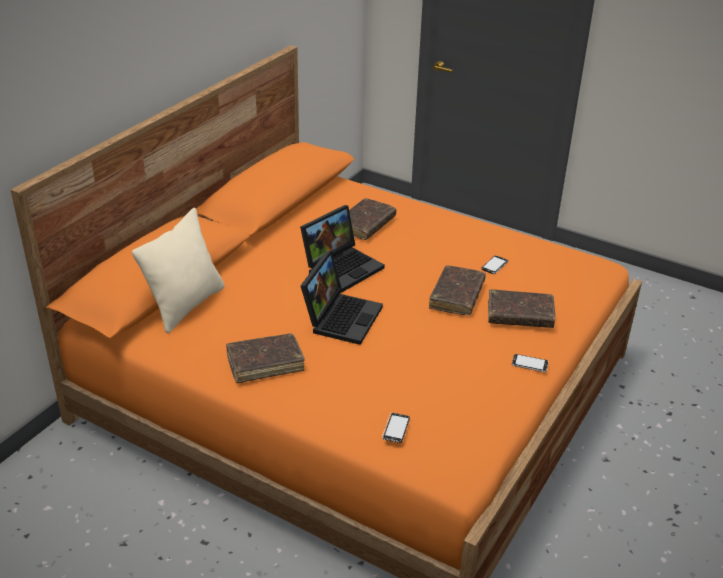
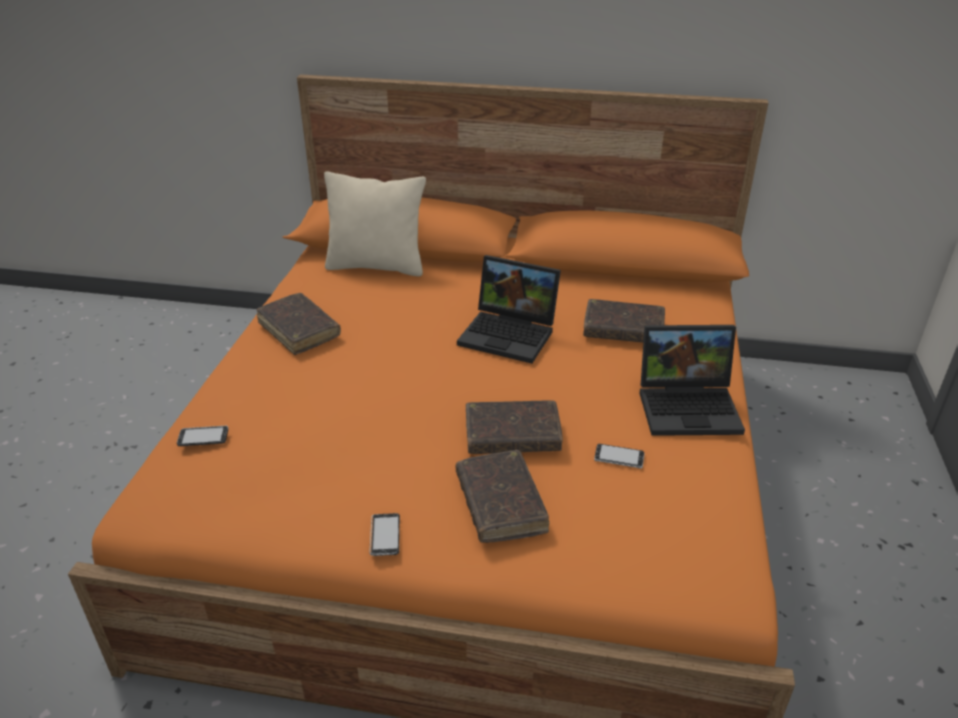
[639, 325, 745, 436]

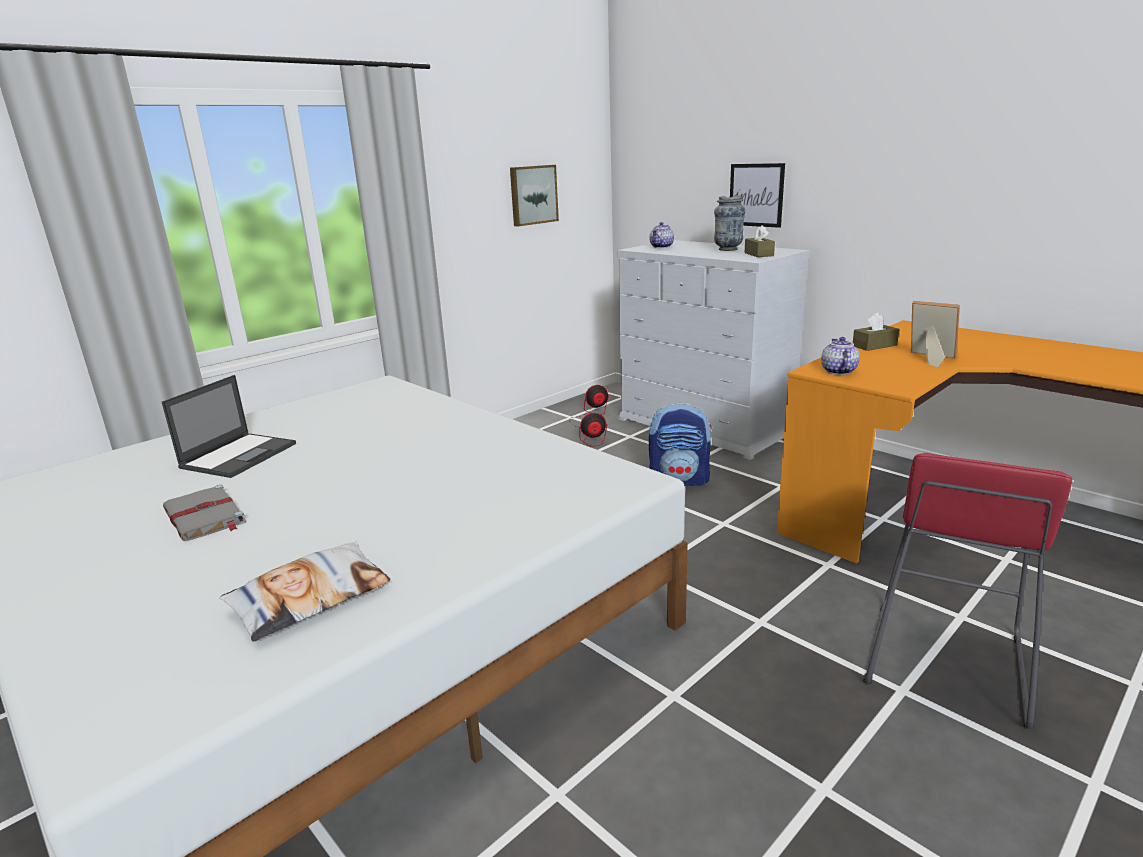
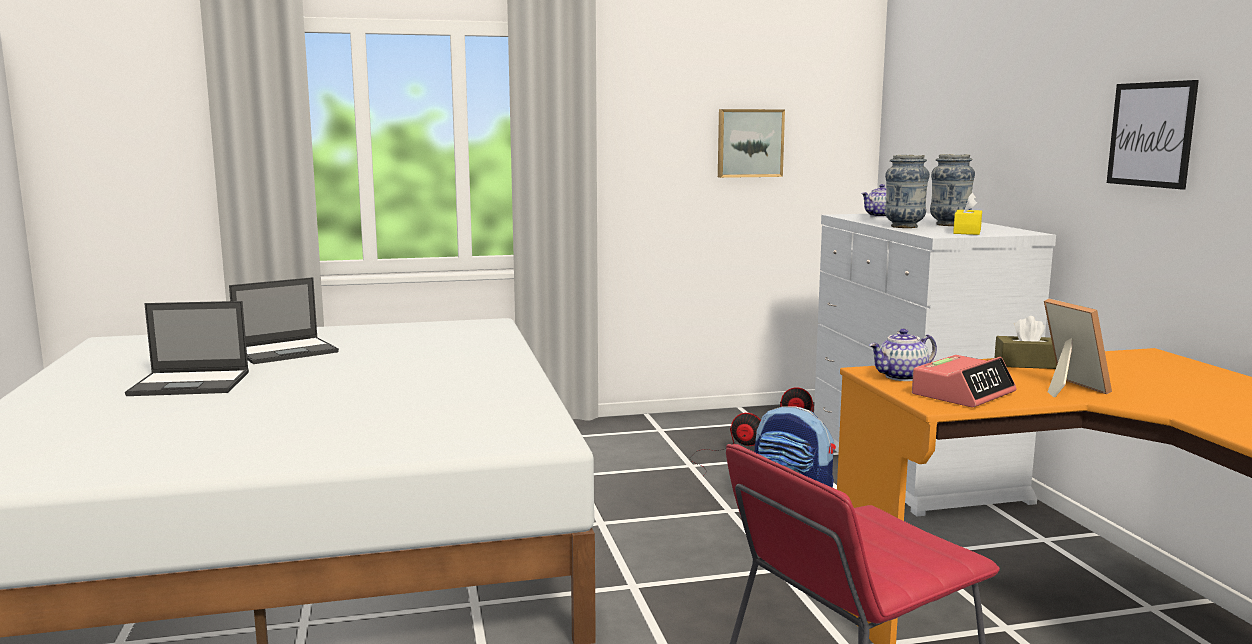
[125, 301, 249, 396]
[869, 329, 937, 381]
[885, 155, 930, 228]
[912, 355, 1016, 407]
[953, 193, 982, 235]
[1107, 80, 1199, 190]
[219, 542, 390, 642] (first image)

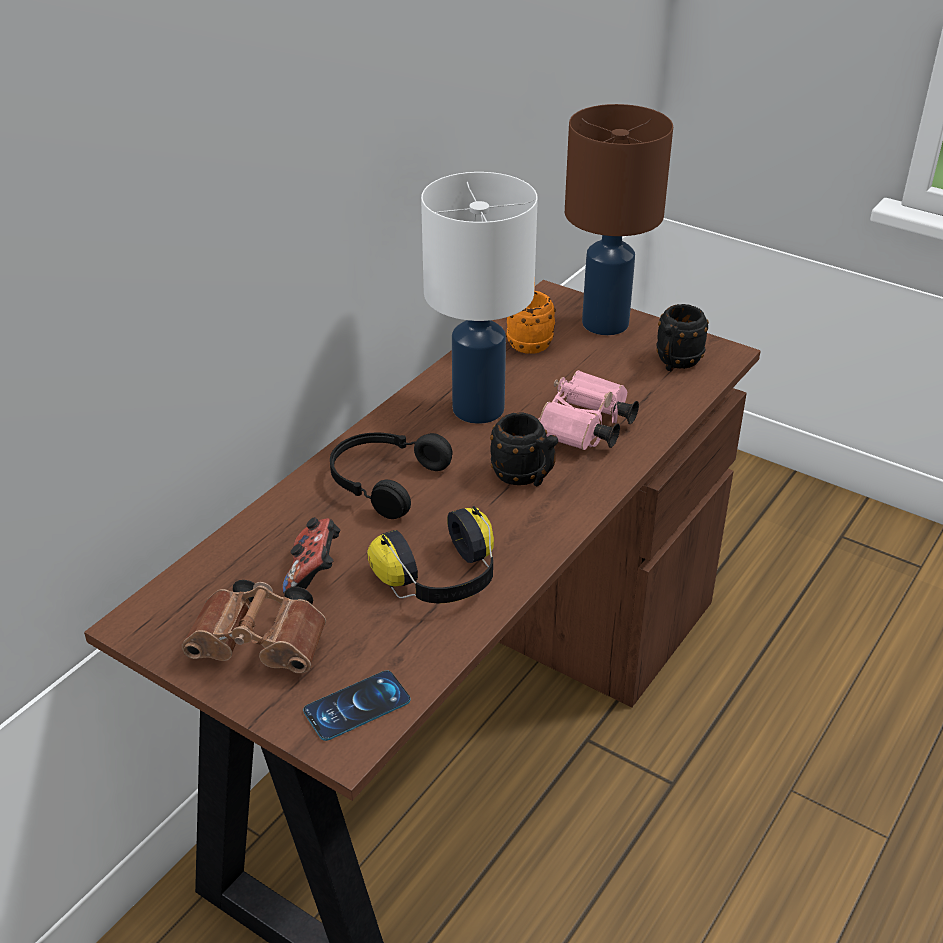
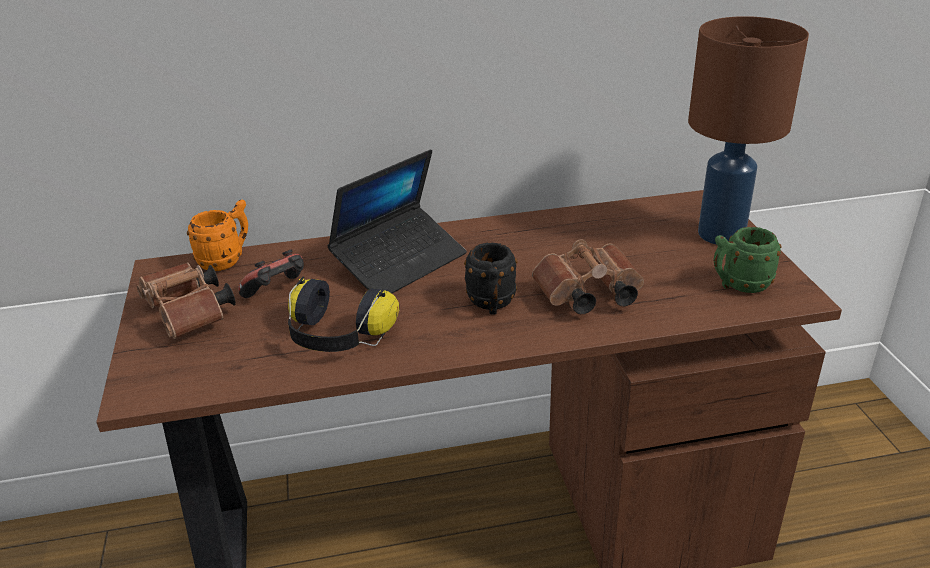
[187, 200, 248, 271]
[327, 149, 467, 293]
[532, 239, 644, 314]
[713, 227, 782, 293]
[303, 671, 411, 741] (first image)
[421, 172, 538, 424] (first image)

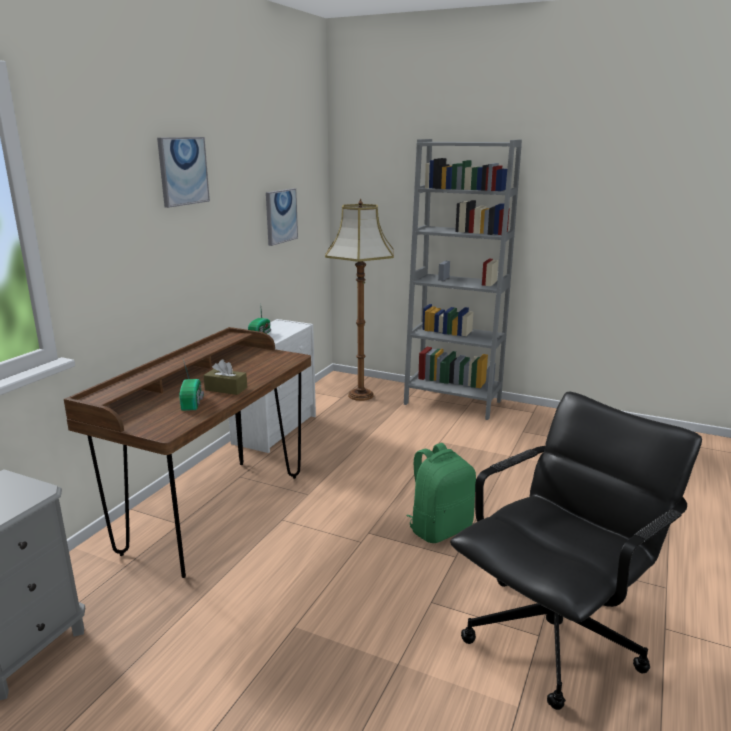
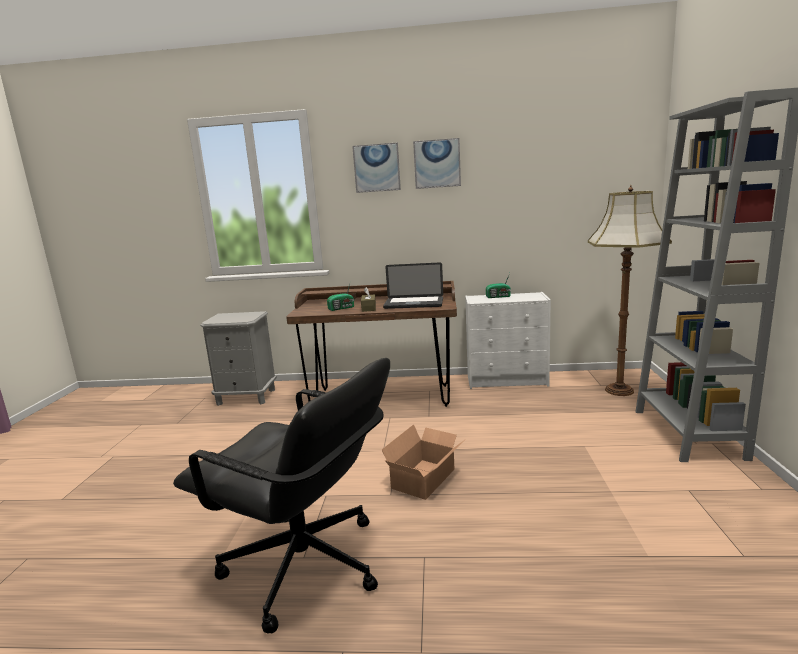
[352, 142, 401, 193]
[382, 424, 463, 500]
[383, 263, 443, 309]

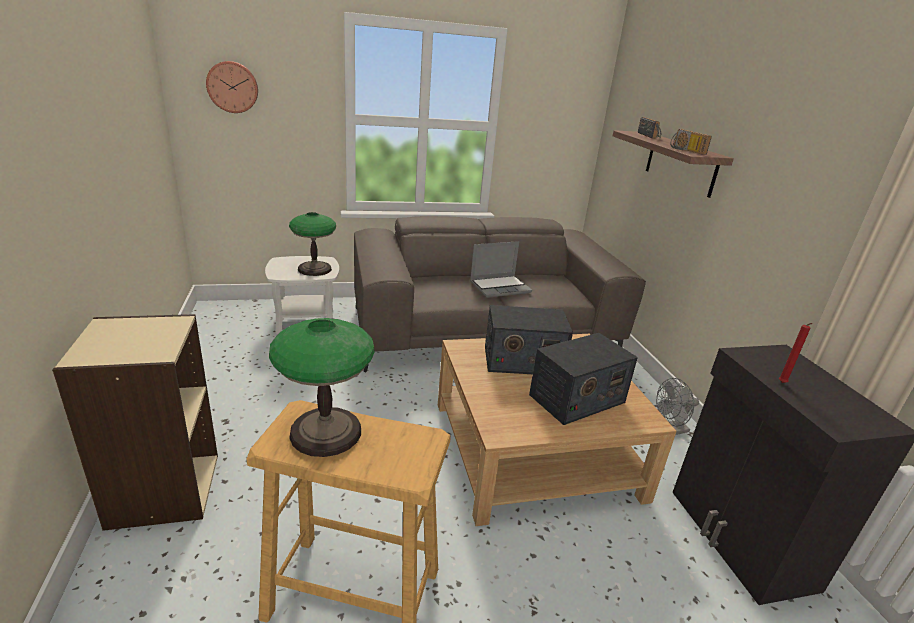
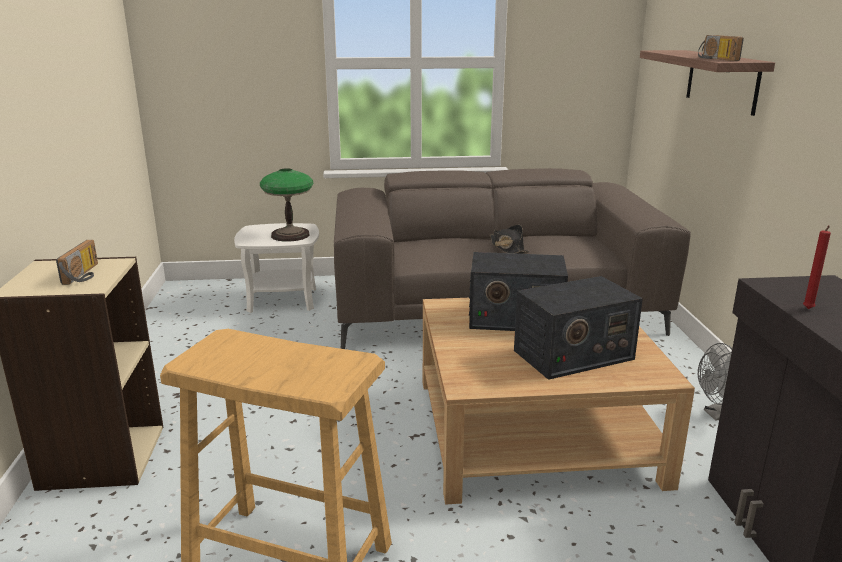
[56, 240, 98, 285]
[490, 225, 530, 254]
[206, 61, 258, 113] (first image)
[269, 318, 375, 457] (first image)

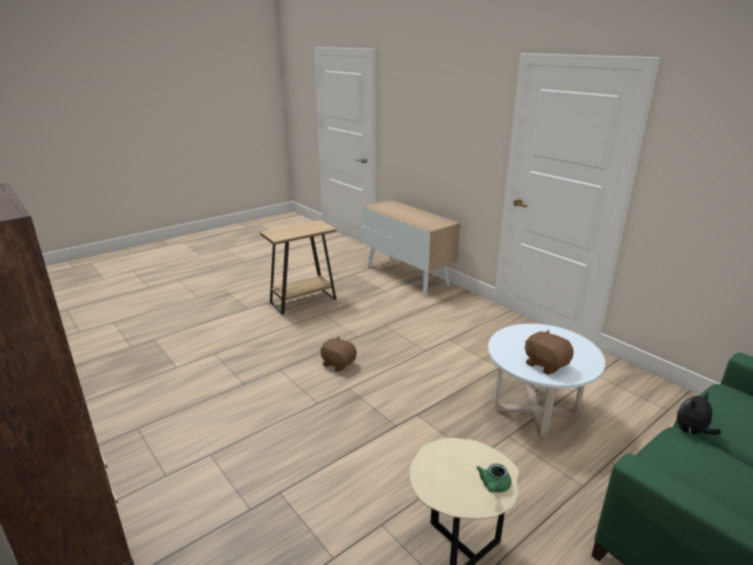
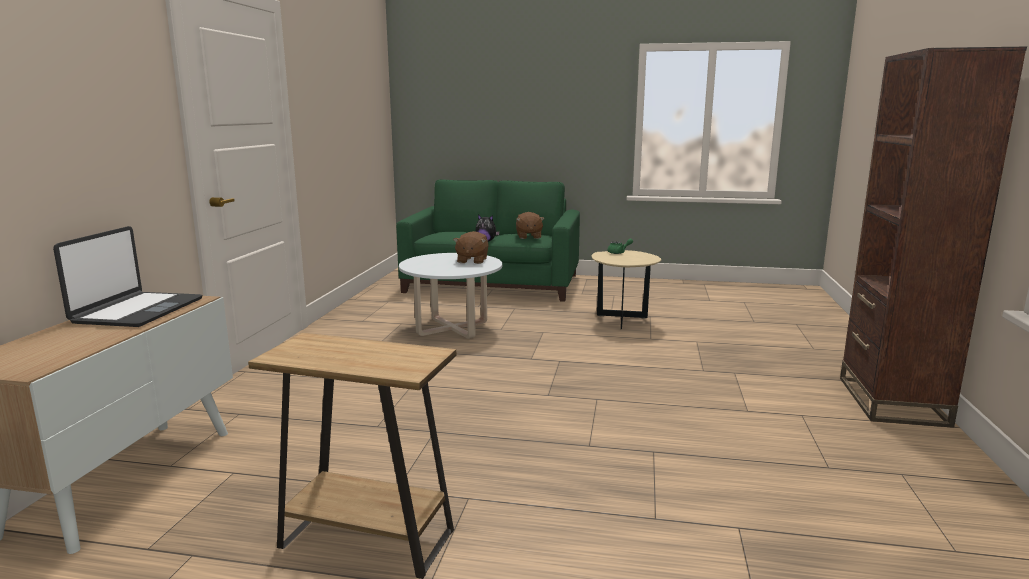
[53, 226, 202, 327]
[516, 212, 545, 239]

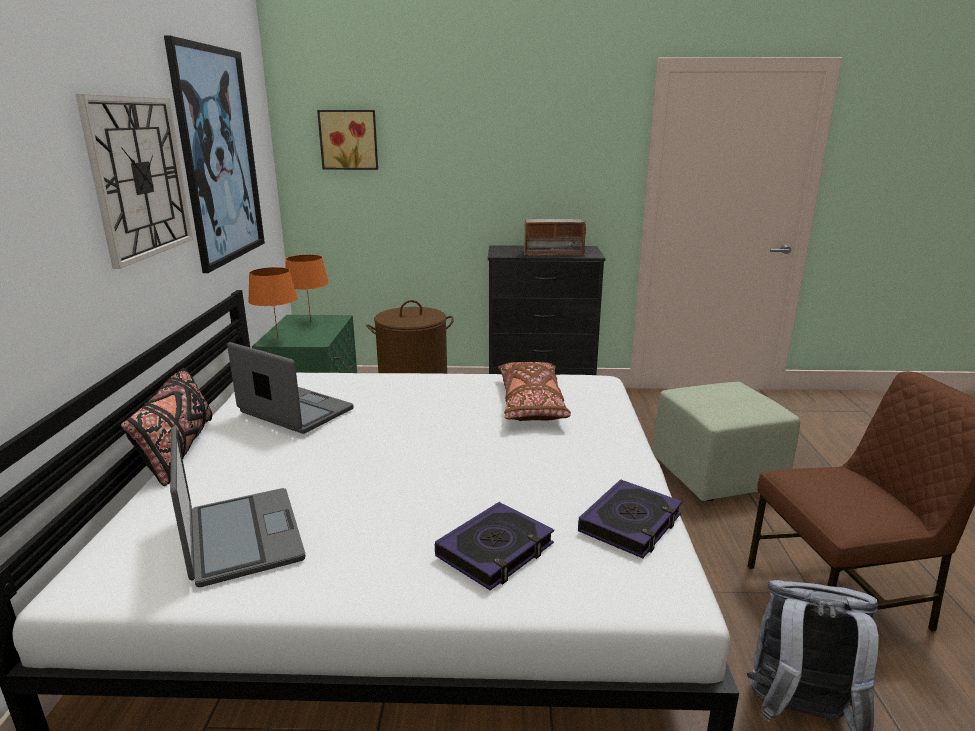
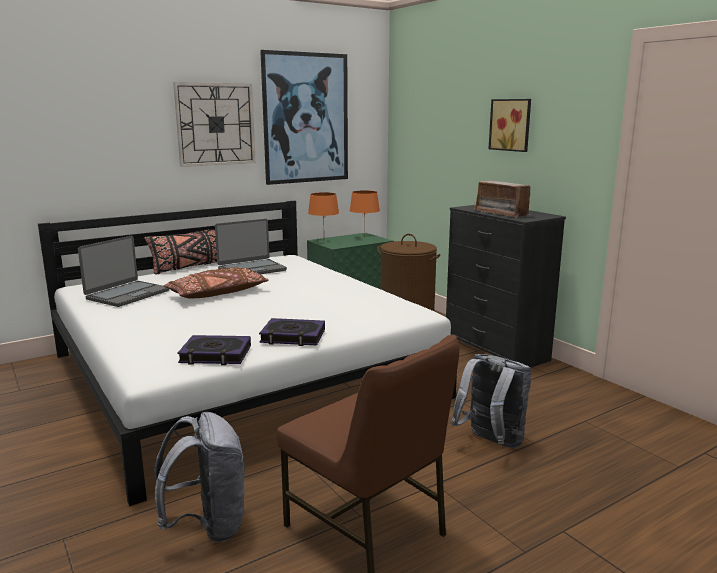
[164, 267, 269, 299]
[215, 219, 287, 274]
[259, 318, 325, 346]
[451, 354, 532, 448]
[489, 99, 531, 152]

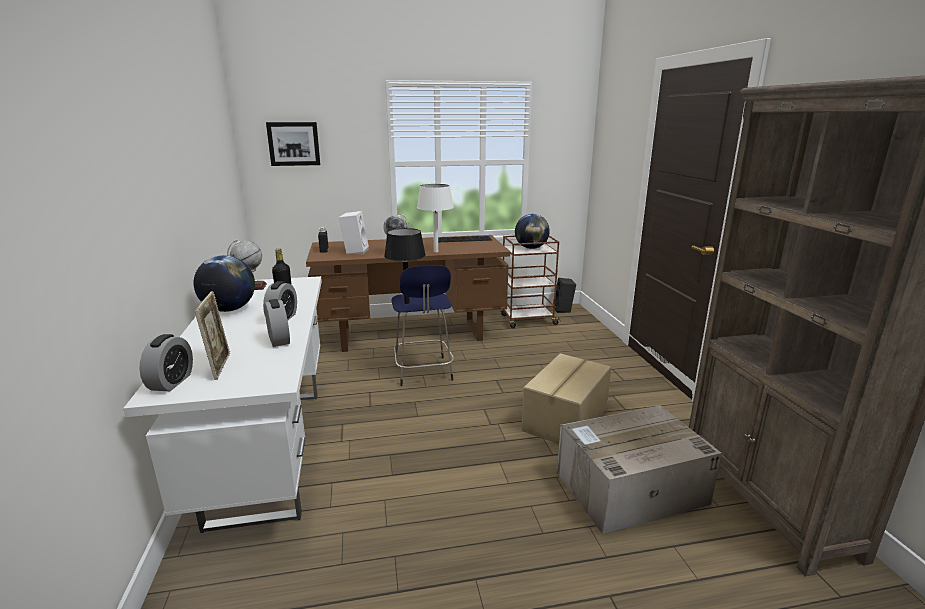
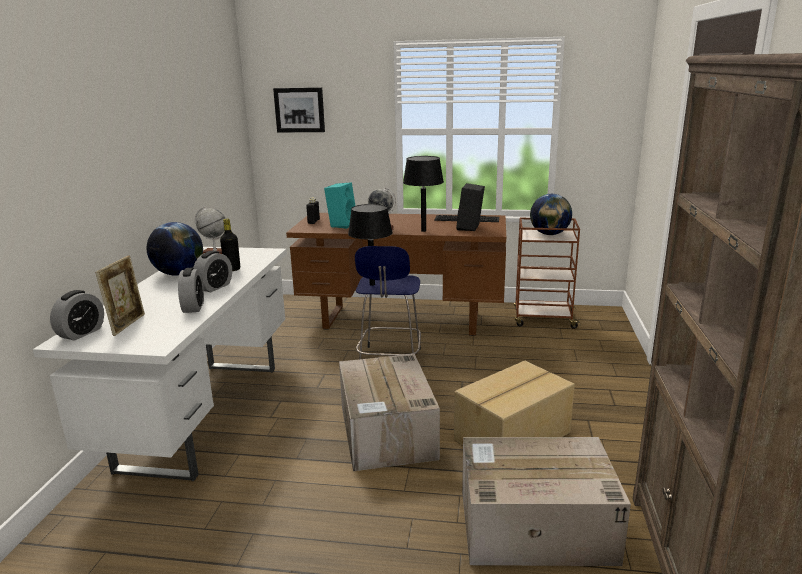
[324, 182, 355, 229]
[339, 354, 440, 471]
[403, 156, 444, 232]
[456, 183, 485, 231]

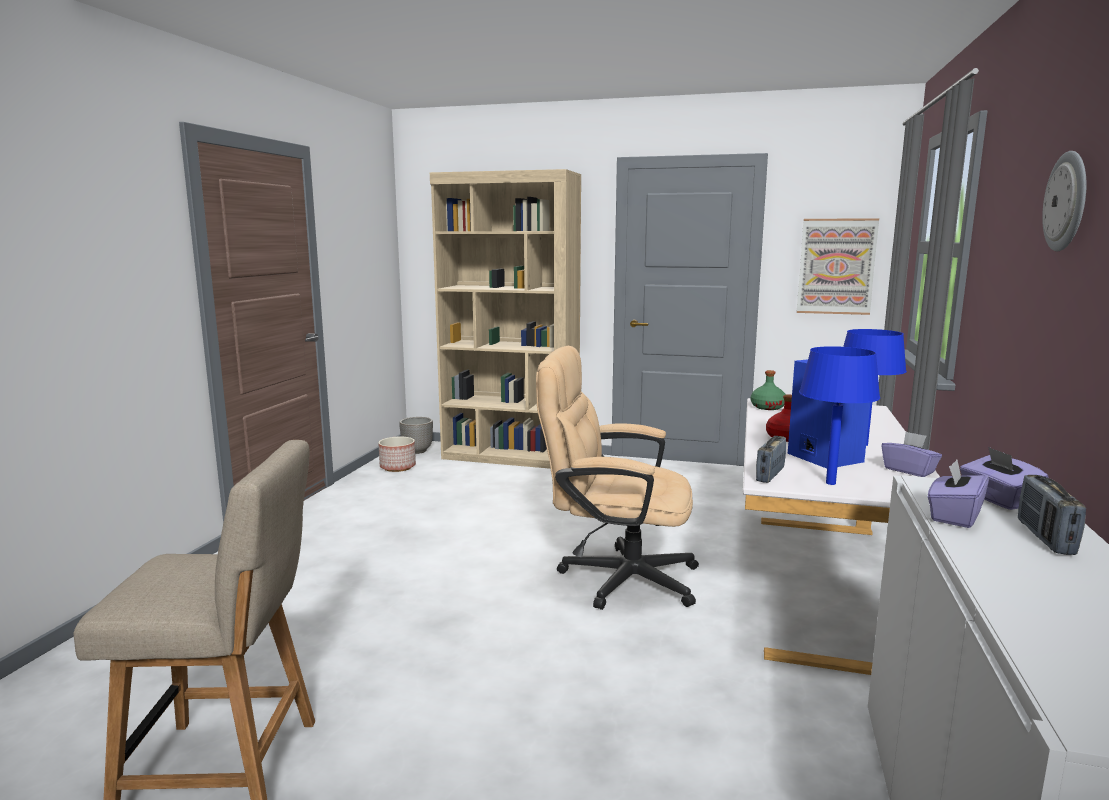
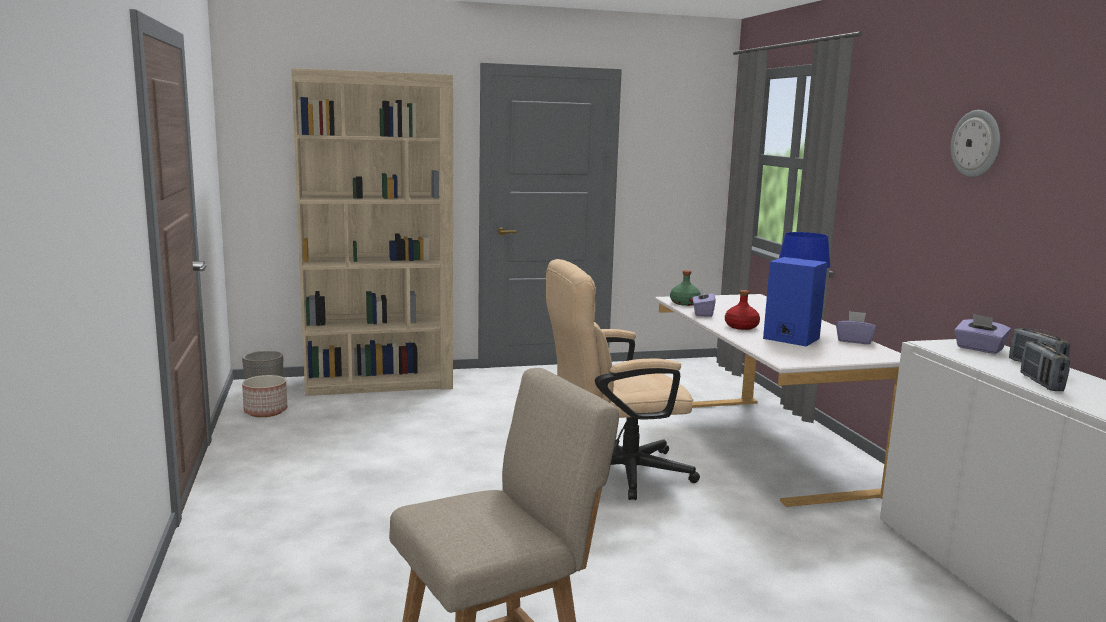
[693, 287, 716, 317]
[1021, 341, 1070, 391]
[797, 218, 879, 315] (first image)
[799, 346, 880, 485] (first image)

